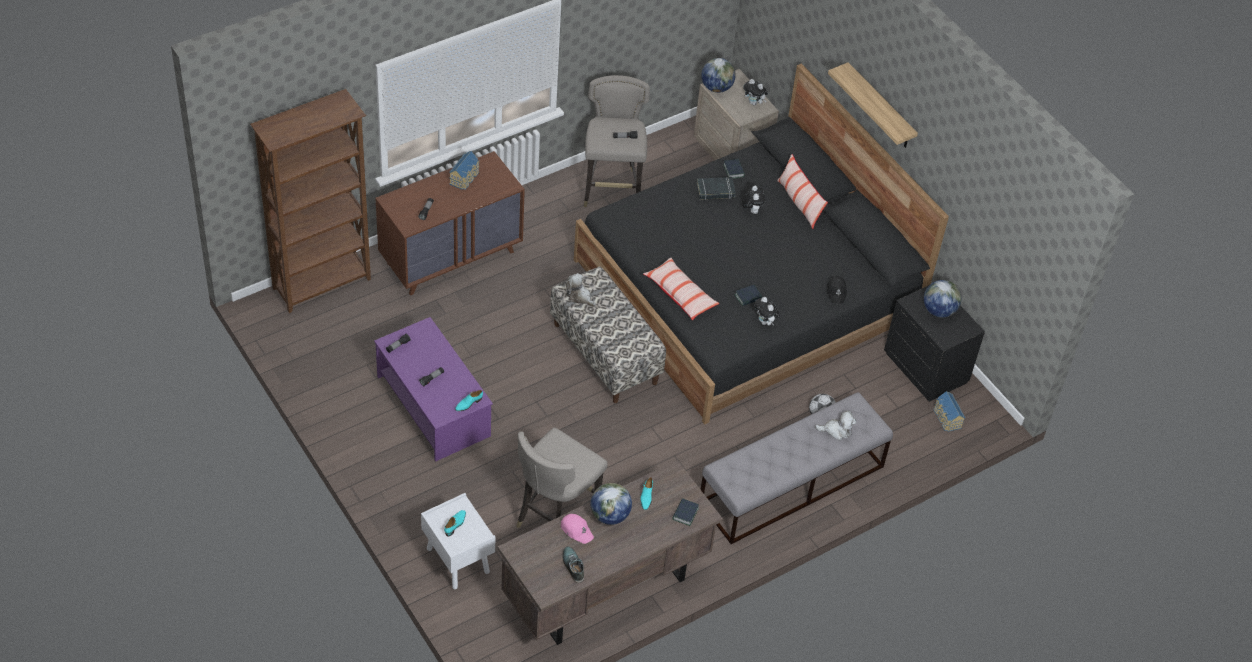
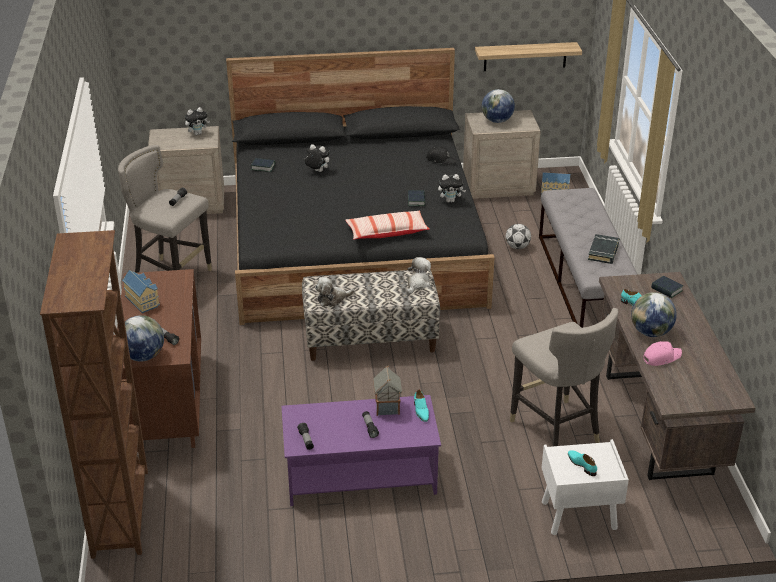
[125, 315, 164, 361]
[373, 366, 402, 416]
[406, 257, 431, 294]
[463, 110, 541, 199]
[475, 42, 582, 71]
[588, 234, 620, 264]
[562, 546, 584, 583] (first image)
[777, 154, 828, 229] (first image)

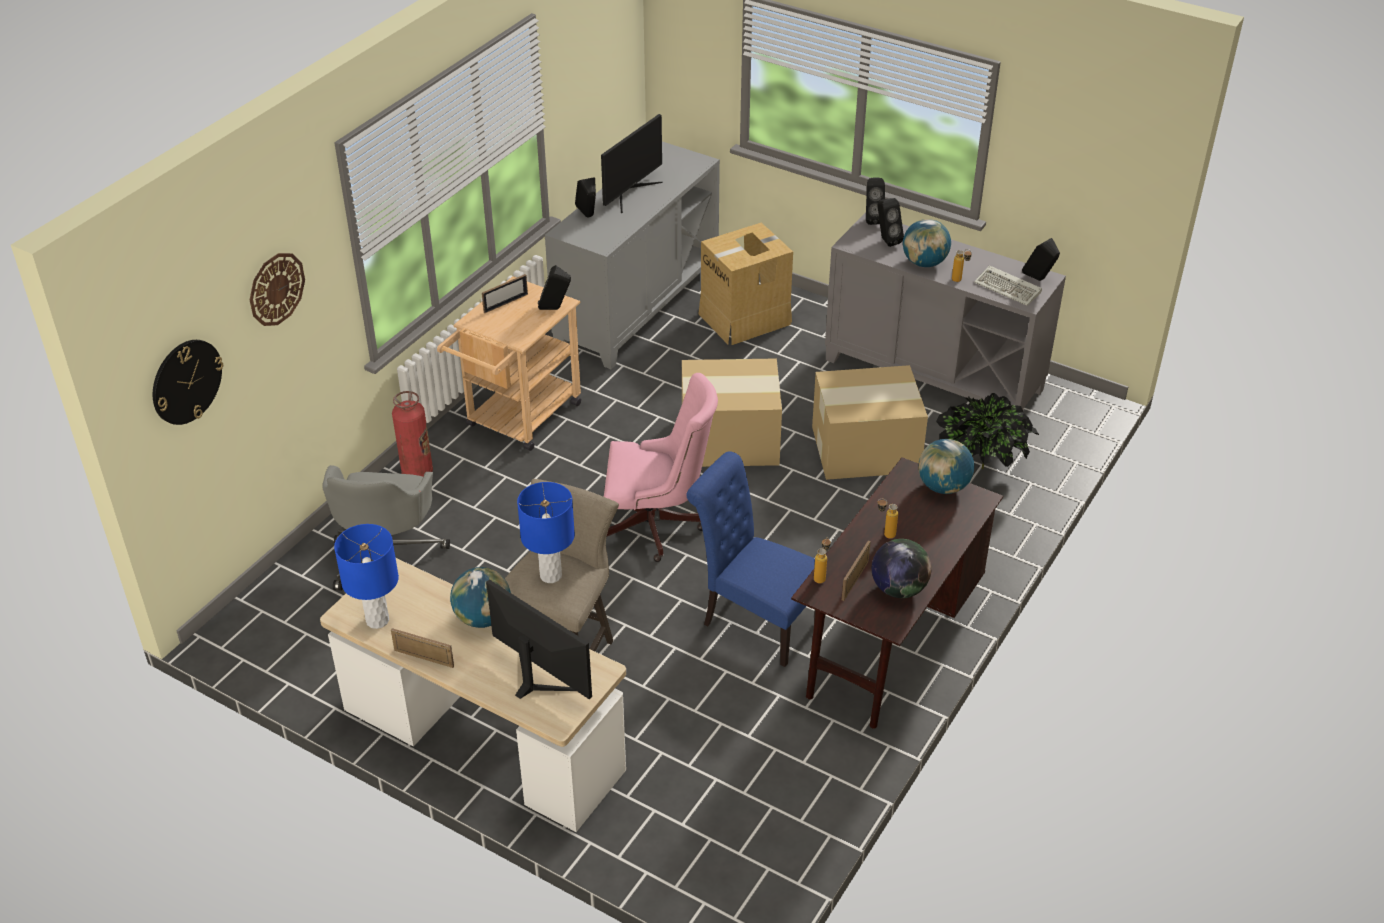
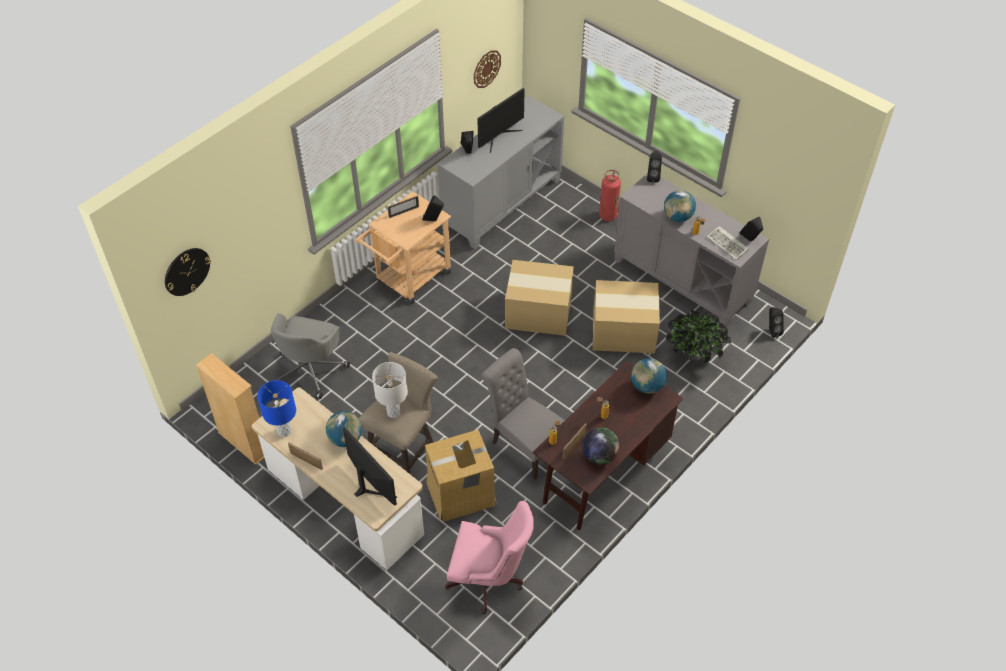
[196, 353, 264, 465]
[372, 362, 408, 418]
[425, 430, 497, 522]
[445, 501, 534, 614]
[474, 50, 501, 88]
[481, 348, 565, 480]
[599, 170, 621, 221]
[769, 307, 784, 338]

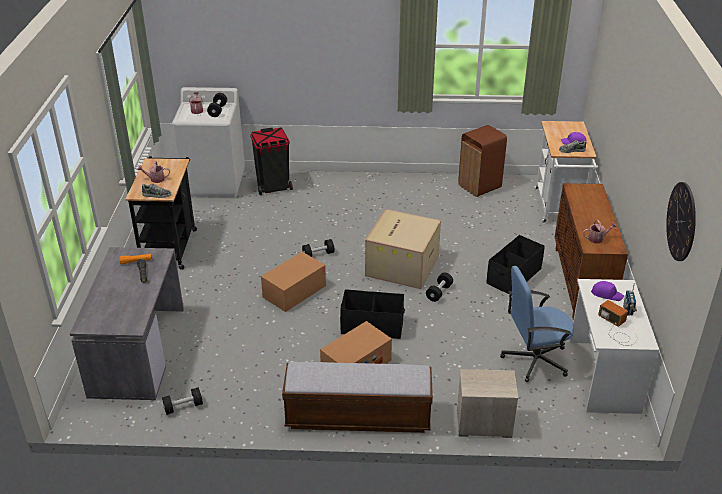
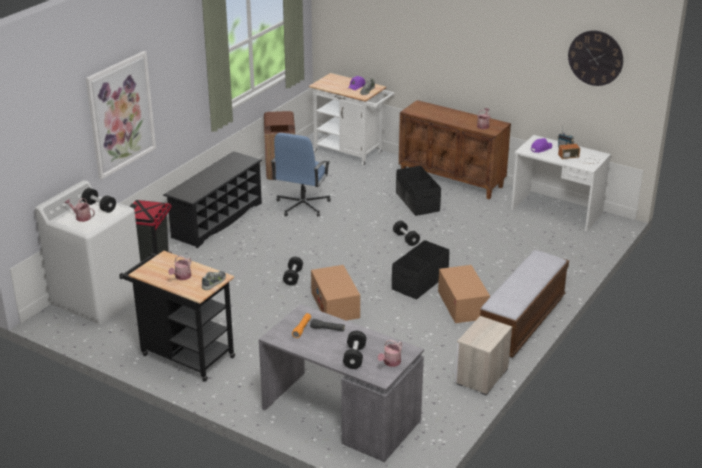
[86, 51, 156, 179]
[163, 151, 262, 248]
[271, 133, 331, 217]
[343, 331, 366, 369]
[378, 340, 402, 367]
[455, 316, 512, 395]
[365, 209, 441, 289] (first image)

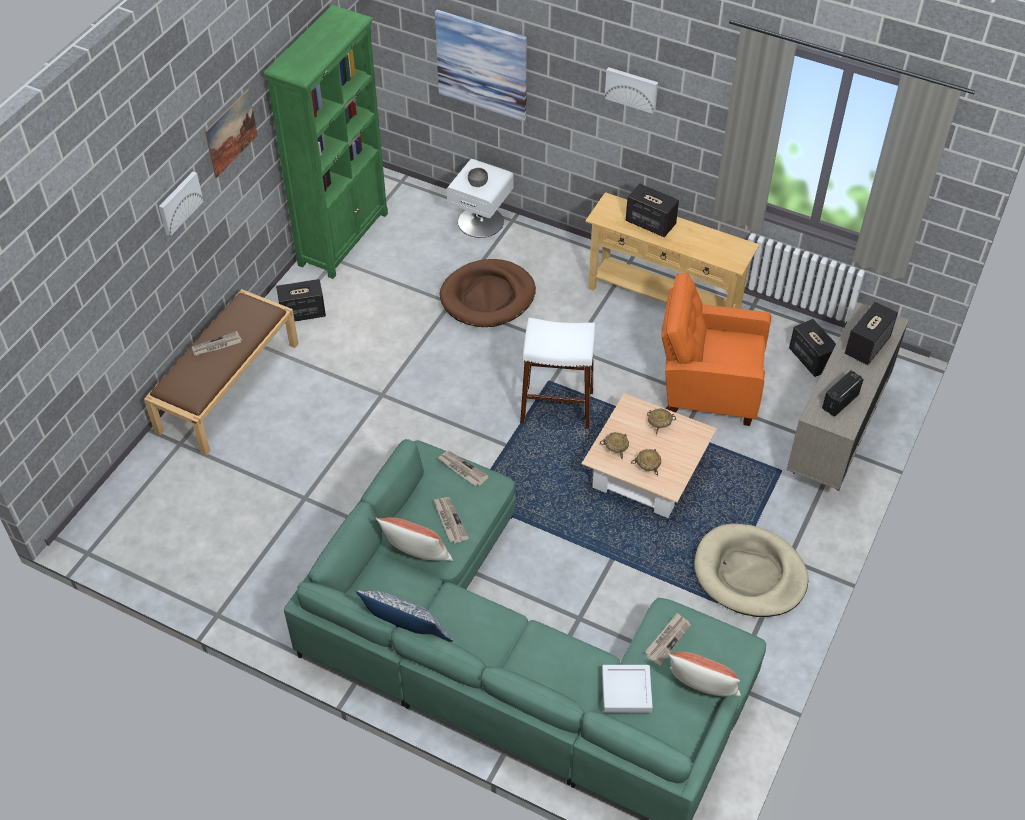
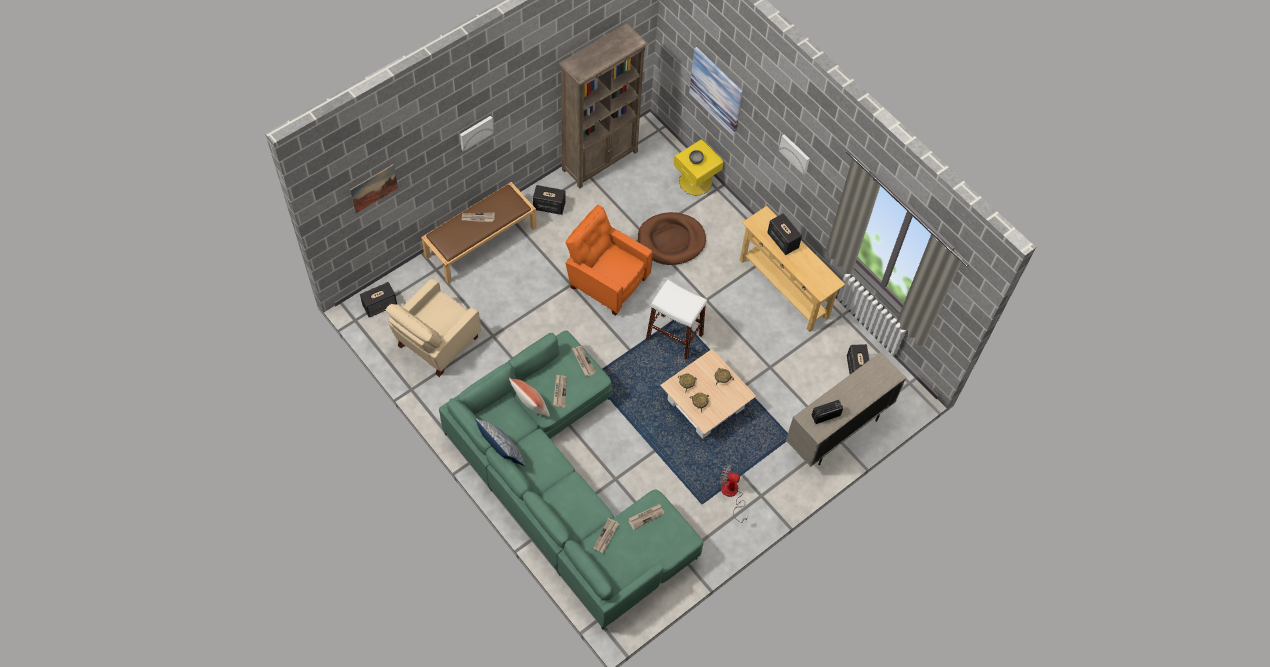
[350, 164, 398, 213]
[360, 282, 397, 318]
[385, 278, 481, 377]
[559, 23, 648, 189]
[565, 205, 653, 316]
[594, 518, 619, 553]
[673, 139, 724, 195]
[720, 464, 748, 523]
[668, 652, 741, 696] (first image)

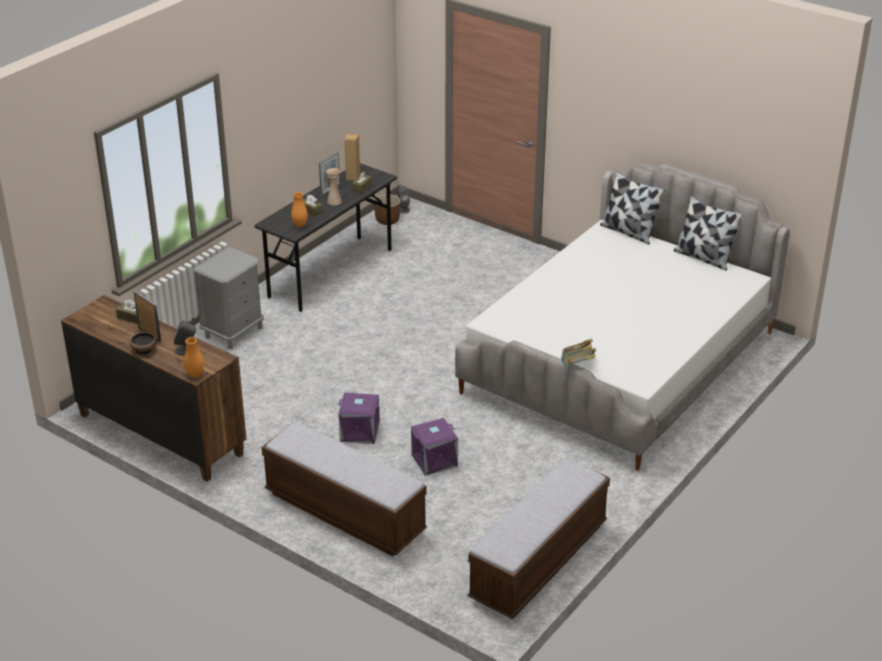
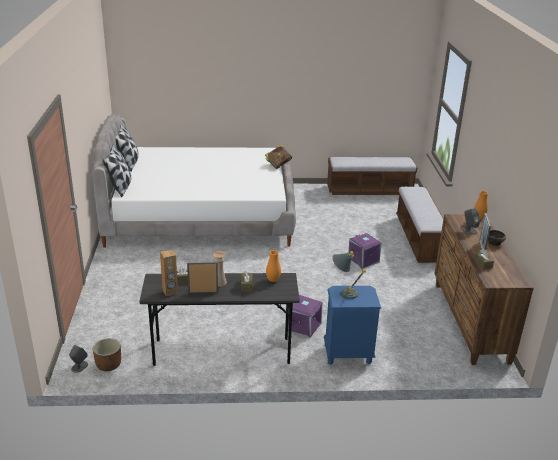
[288, 295, 323, 338]
[324, 286, 381, 365]
[332, 251, 366, 299]

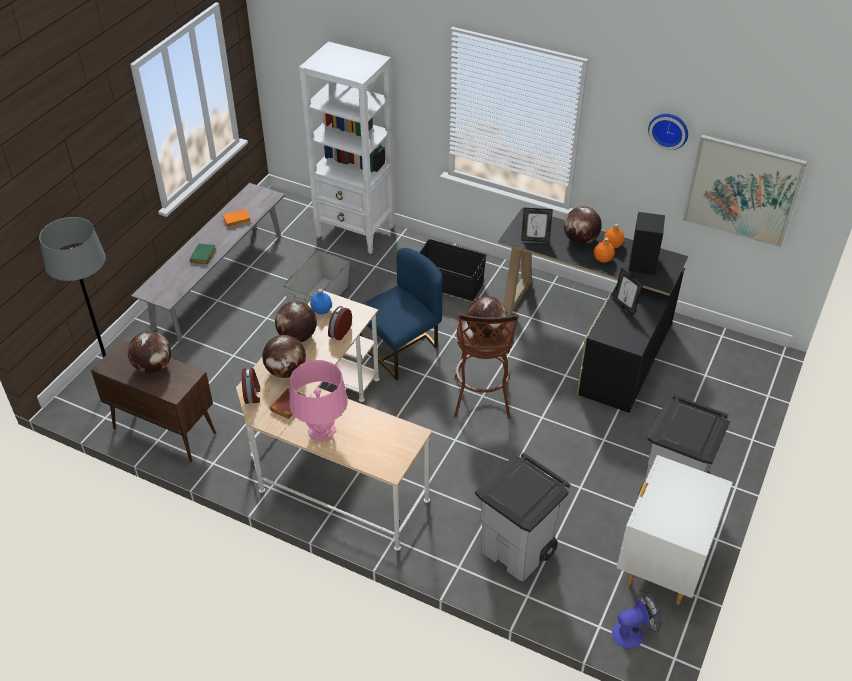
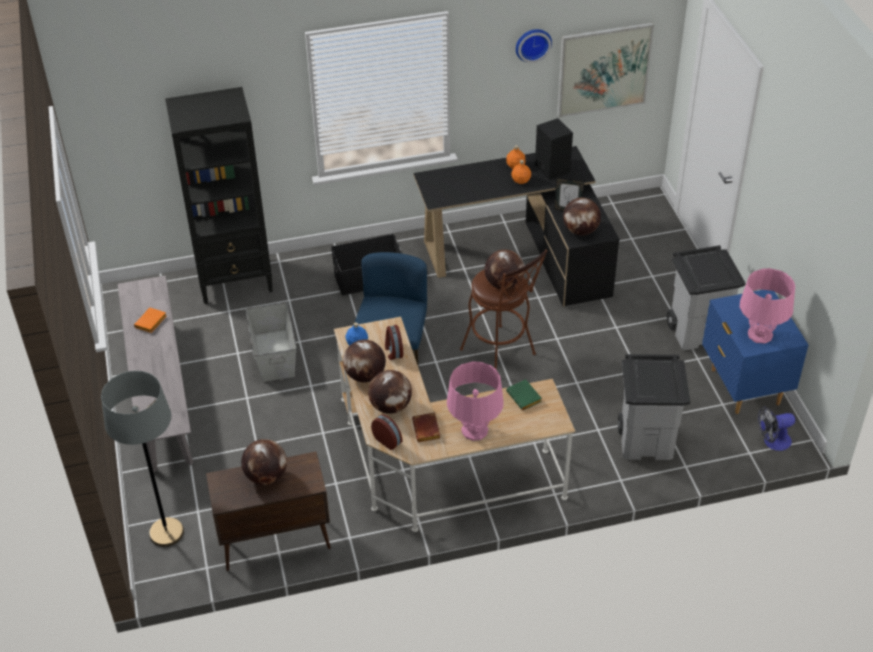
[165, 87, 273, 304]
[506, 379, 542, 411]
[563, 197, 601, 235]
[702, 290, 808, 414]
[740, 268, 795, 344]
[758, 407, 795, 451]
[521, 208, 553, 243] (first image)

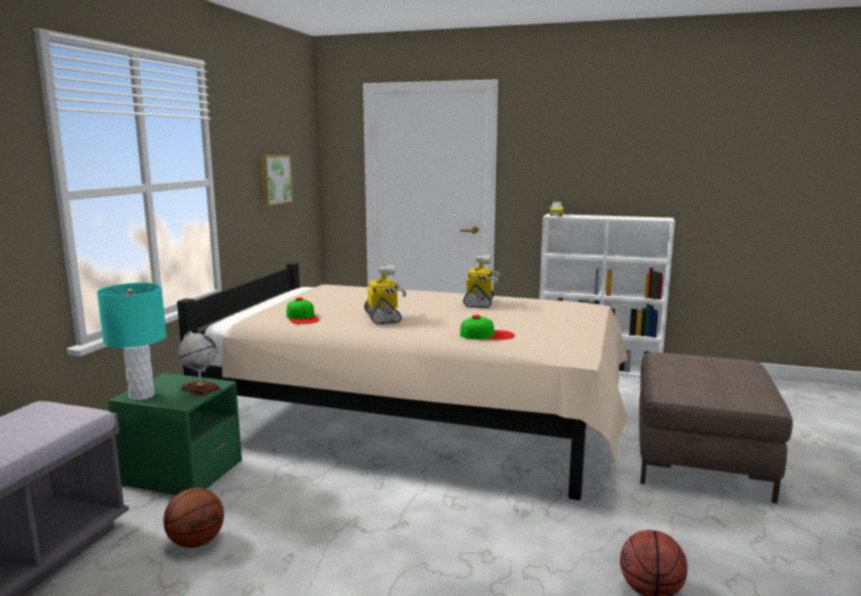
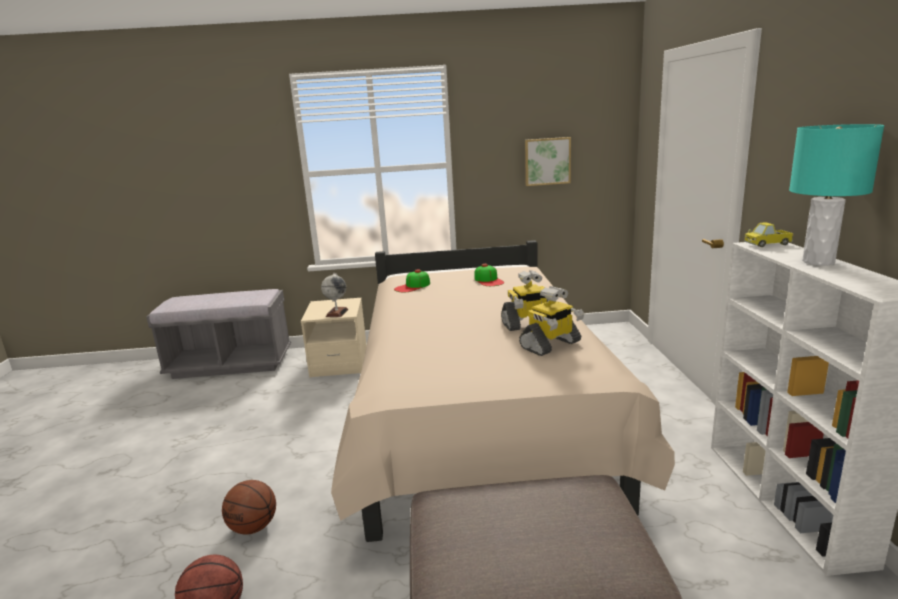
[222, 480, 276, 535]
[301, 298, 367, 377]
[474, 264, 504, 286]
[519, 286, 584, 356]
[789, 124, 884, 266]

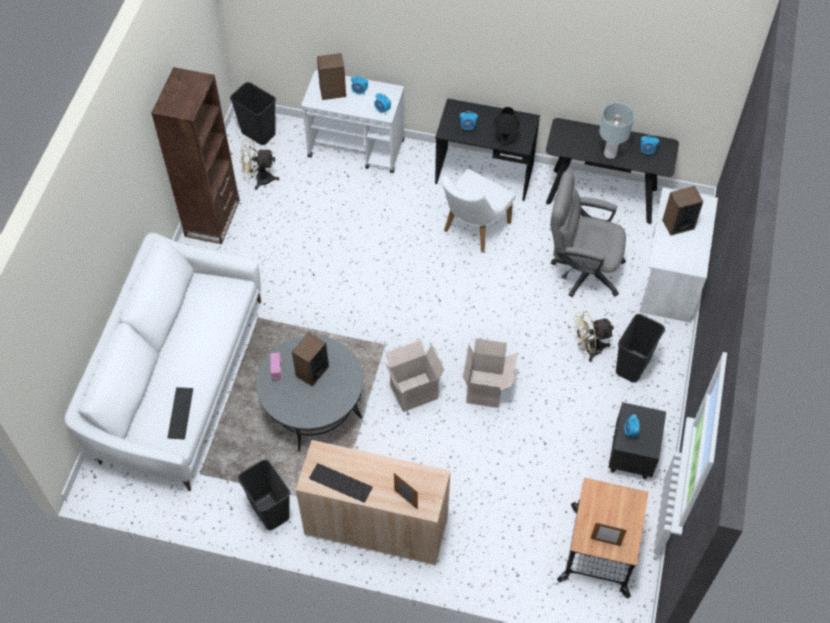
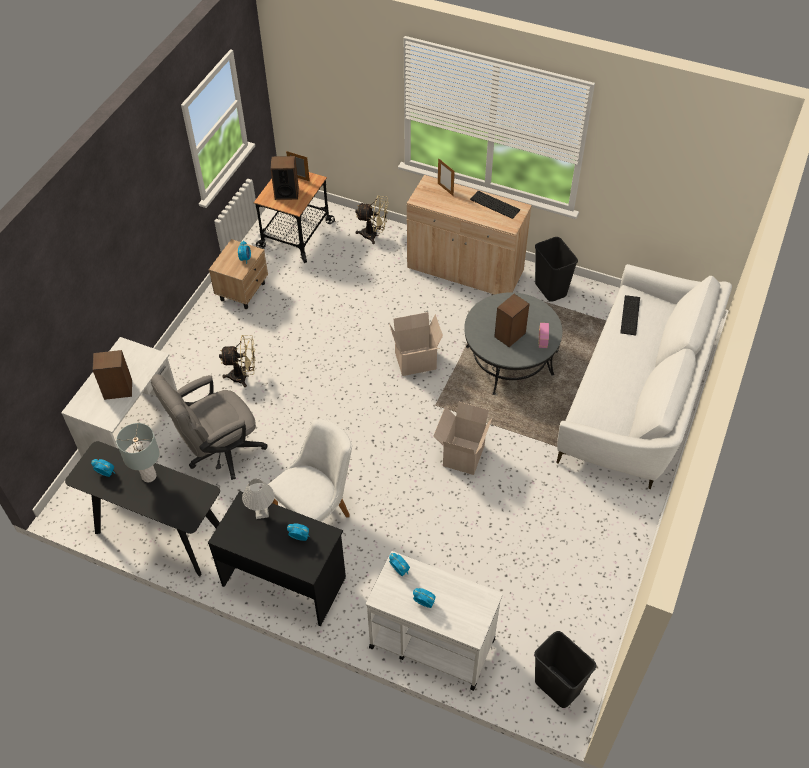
[151, 374, 268, 480]
[209, 239, 268, 309]
[242, 479, 275, 519]
[270, 156, 299, 200]
[355, 195, 388, 244]
[433, 402, 493, 475]
[151, 67, 240, 244] (first image)
[616, 314, 665, 383] (first image)

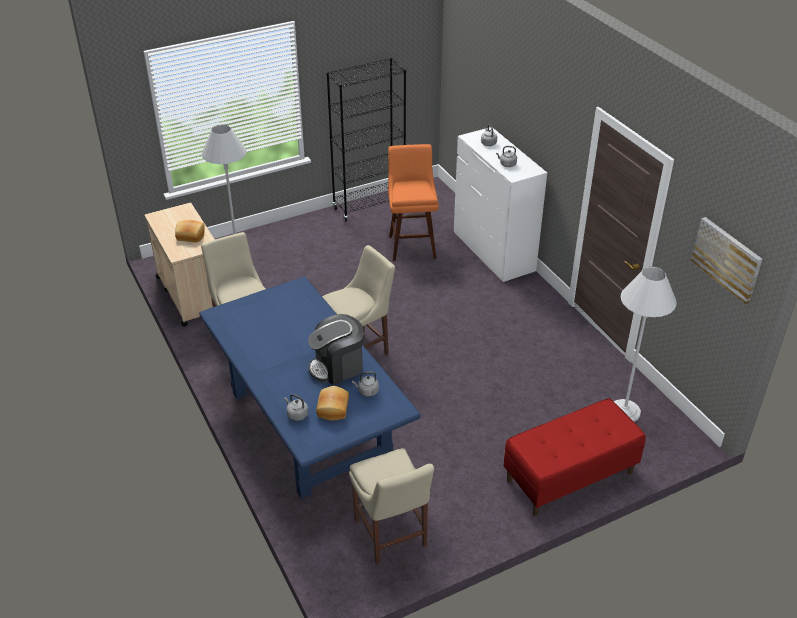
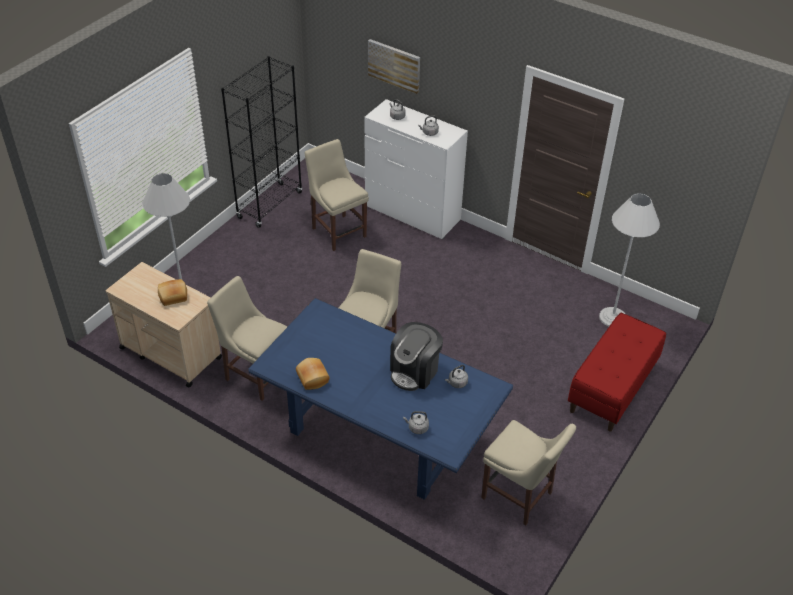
[296, 358, 330, 390]
[305, 139, 369, 251]
[368, 39, 420, 94]

